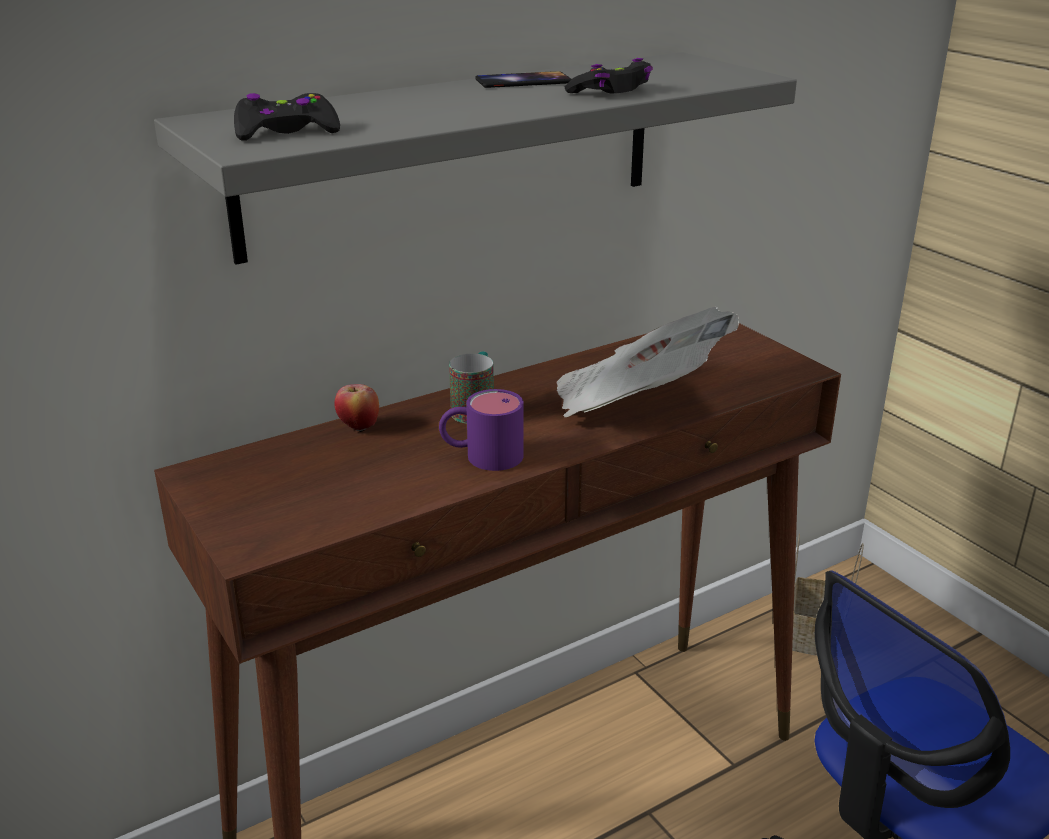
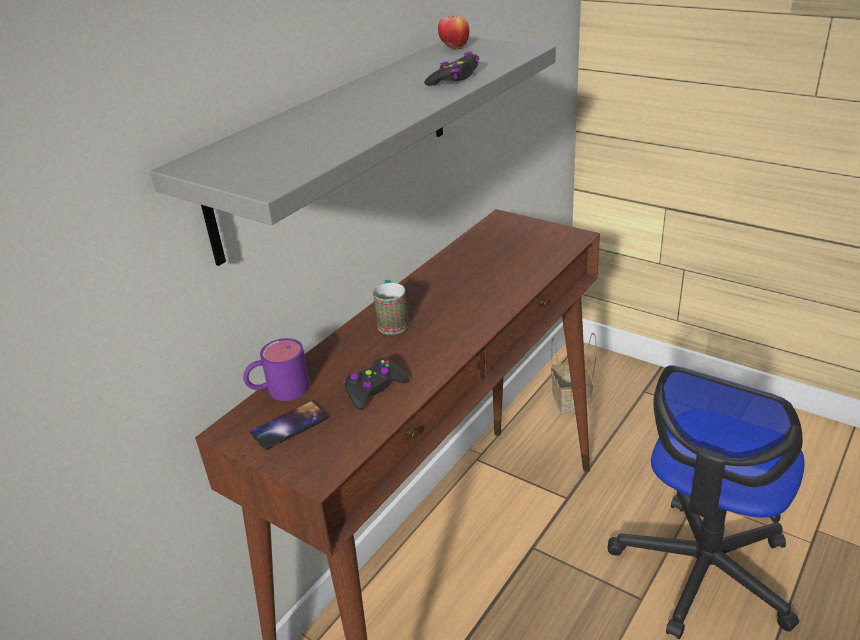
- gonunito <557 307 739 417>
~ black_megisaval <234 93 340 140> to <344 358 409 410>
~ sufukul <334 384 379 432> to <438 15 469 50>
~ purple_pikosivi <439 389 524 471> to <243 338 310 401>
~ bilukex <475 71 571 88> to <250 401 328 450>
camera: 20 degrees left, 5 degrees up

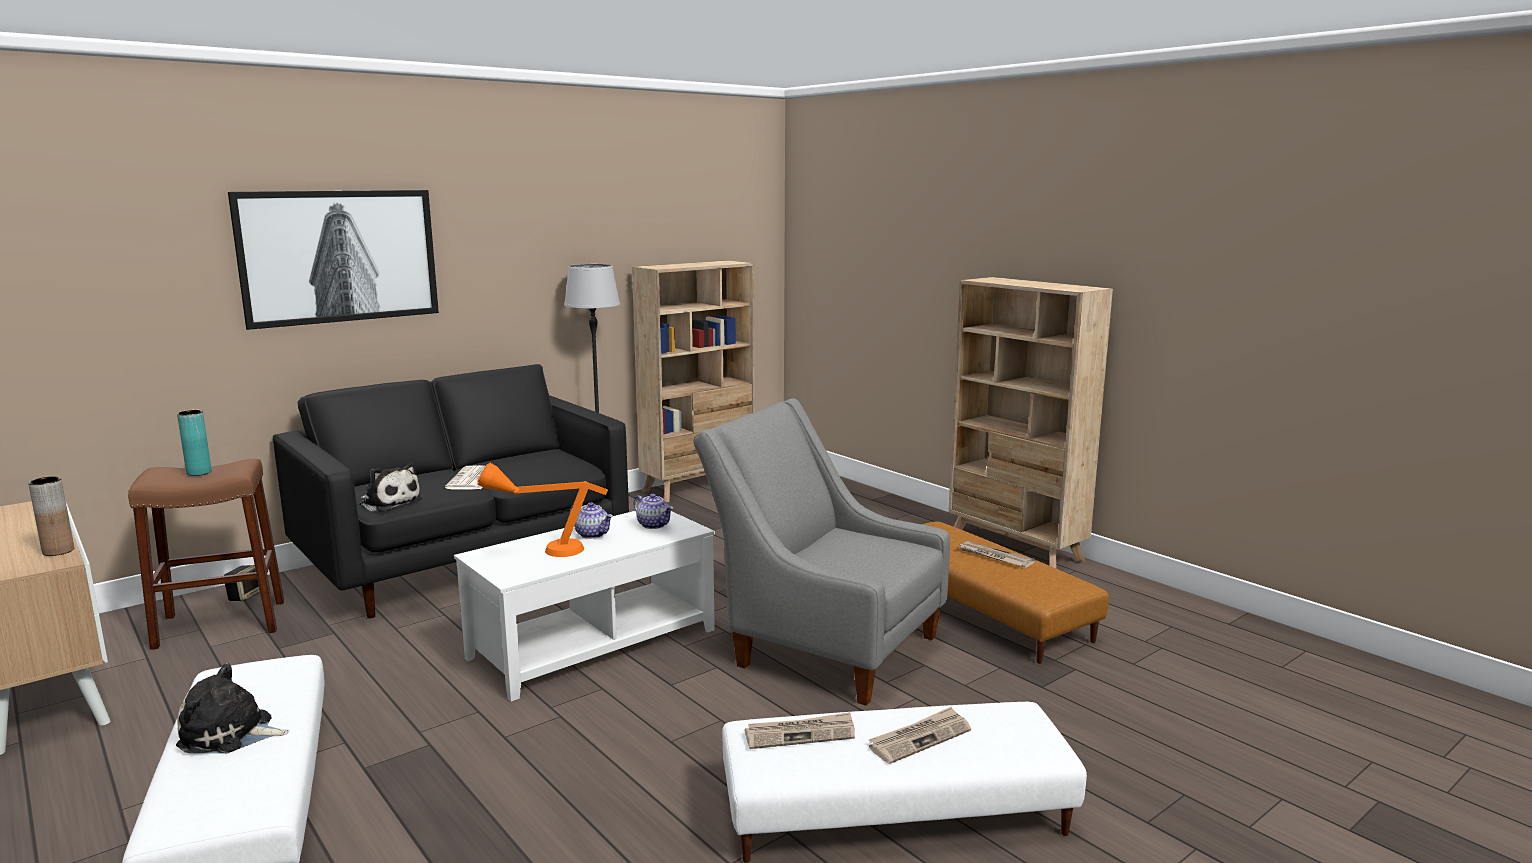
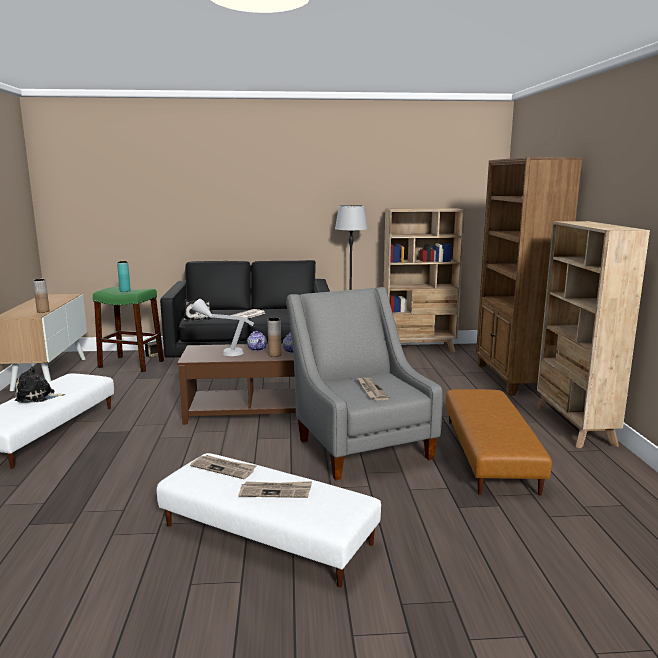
- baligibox <228 190 439 330>
+ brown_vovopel <267 318 282 357>
+ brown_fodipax <476 157 582 395>
~ gonunito <958 541 1035 568> to <357 377 390 400>
~ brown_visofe <128 459 284 650> to green_visofe <93 287 164 372>
~ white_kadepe <454 511 715 701> to brown_kadepe <177 343 296 424>
~ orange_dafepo <477 463 608 557> to grey_dafepo <192 299 254 356>
~ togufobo <176 663 289 754> = <15 366 66 403> 45 degrees counterclockwise
camera: 35 degrees right, 0 degrees up

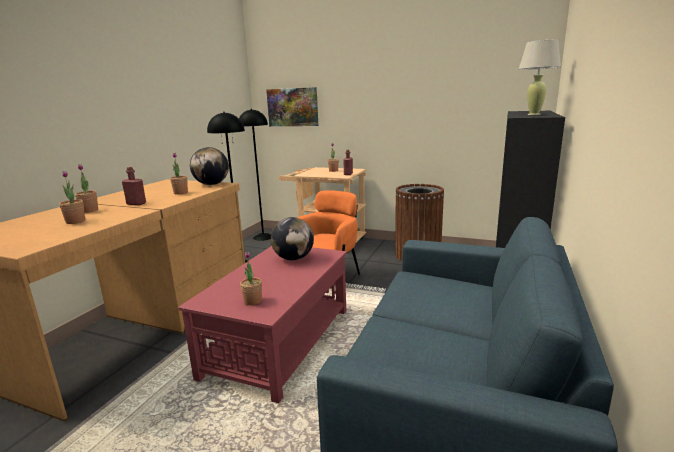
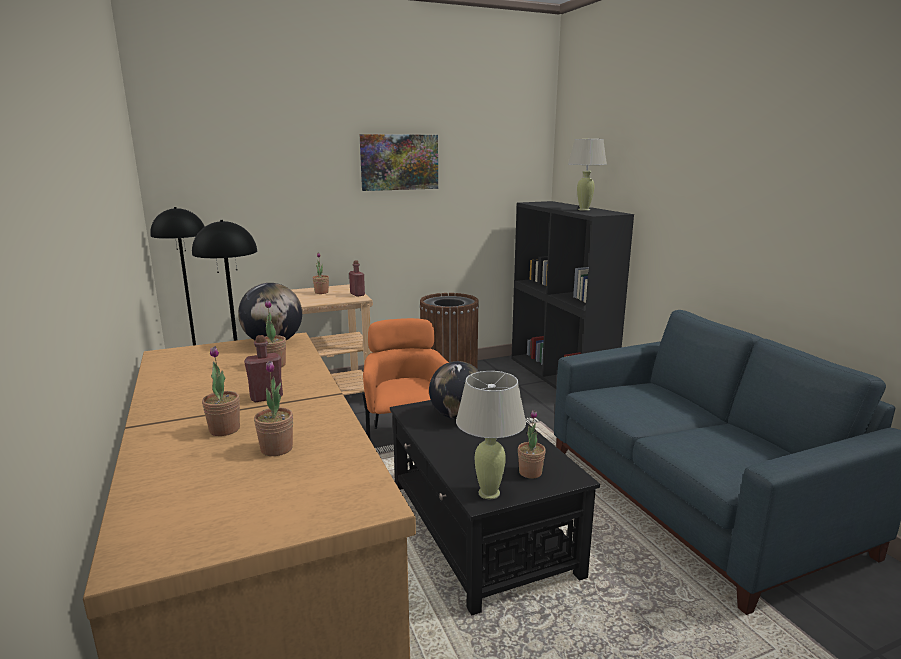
+ beige_dafepo <456 371 526 499>
~ baligibox <266 87 318 126> to <359 134 438 191>
~ red_kadepe <178 246 347 404> to black_kadepe <390 400 600 616>
camera: 45 degrees left, 0 degrees up

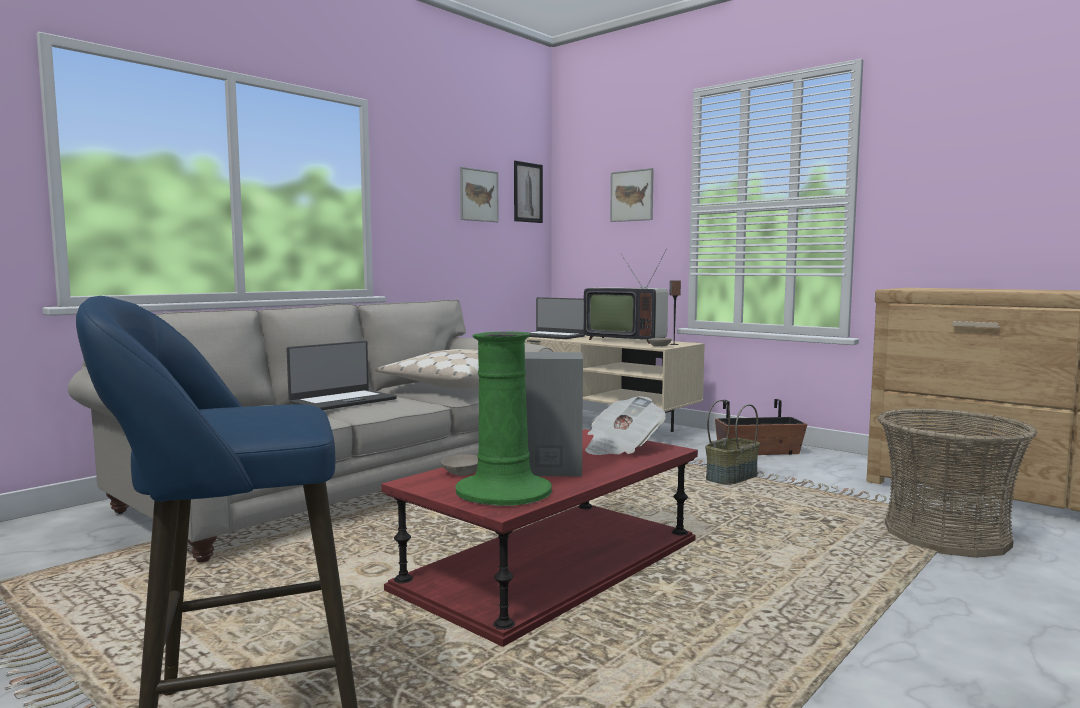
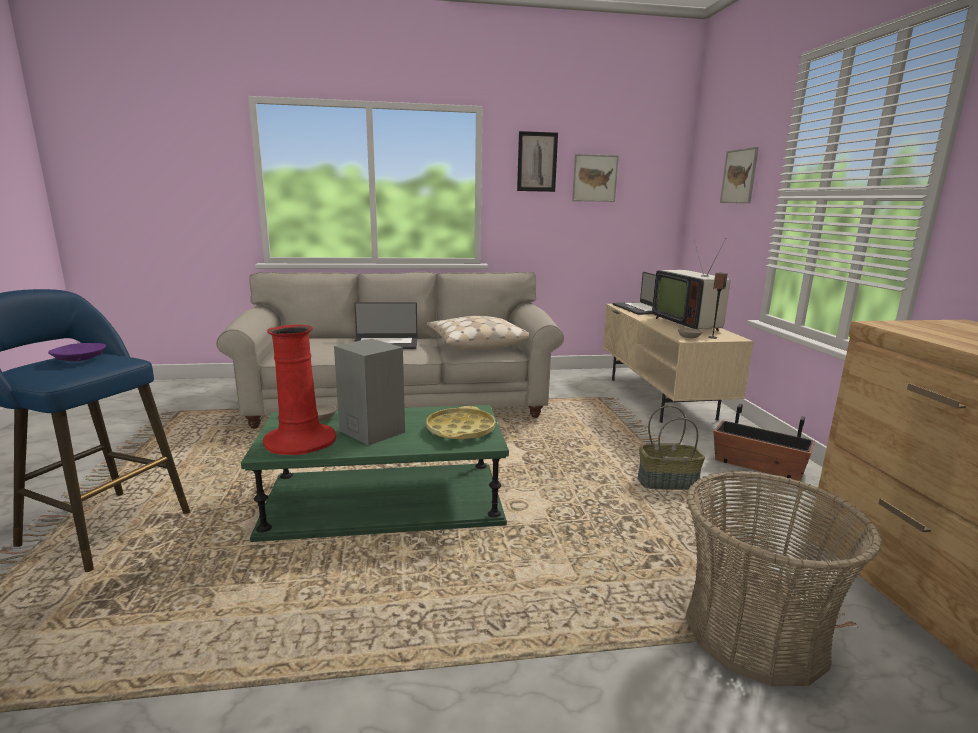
+ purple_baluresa <48 343 106 362>
~ baligibox <514 161 543 223> to <517 131 558 192>
~ gonunito <585 396 666 455> to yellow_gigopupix <426 406 496 440>
~ red_kadepe <381 429 698 647> to green_kadepe <241 405 509 542>
~ green_vovopel <455 331 552 506> to red_vovopel <263 325 337 455>
camera: 40 degrees right, 10 degrees up

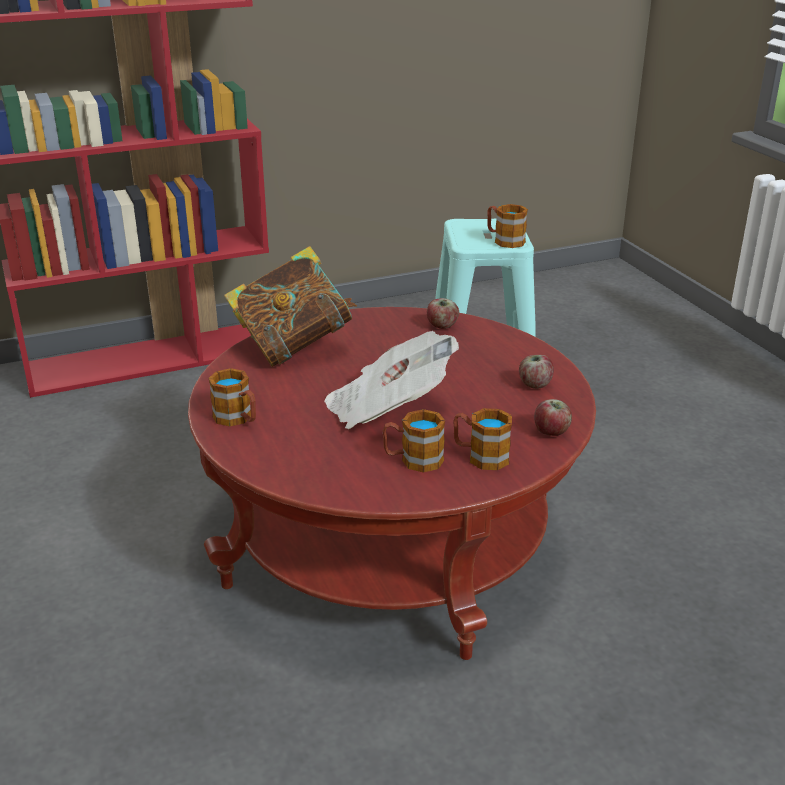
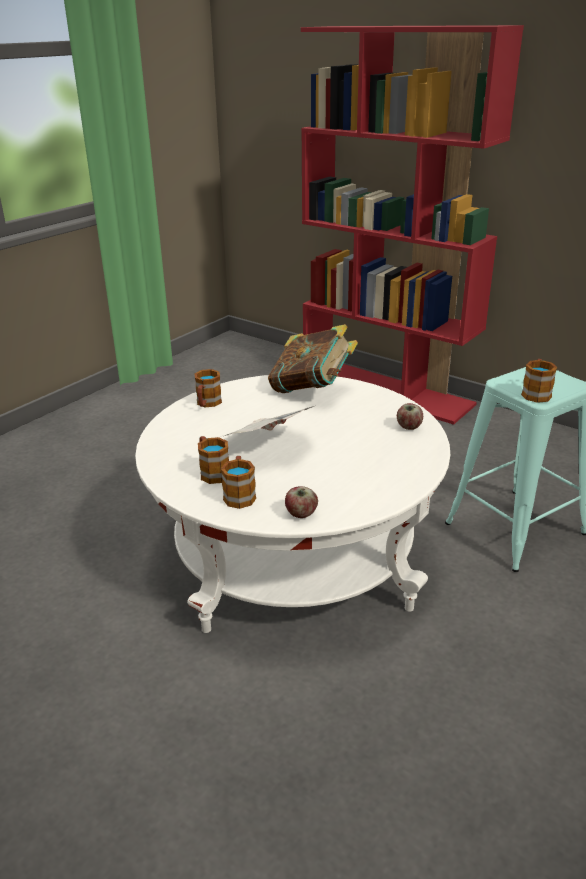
- sufukul <519 355 554 389>
~ red_kadepe <188 307 596 660> to white_kadepe <135 375 450 633>
camera: 60 degrees right, 0 degrees up

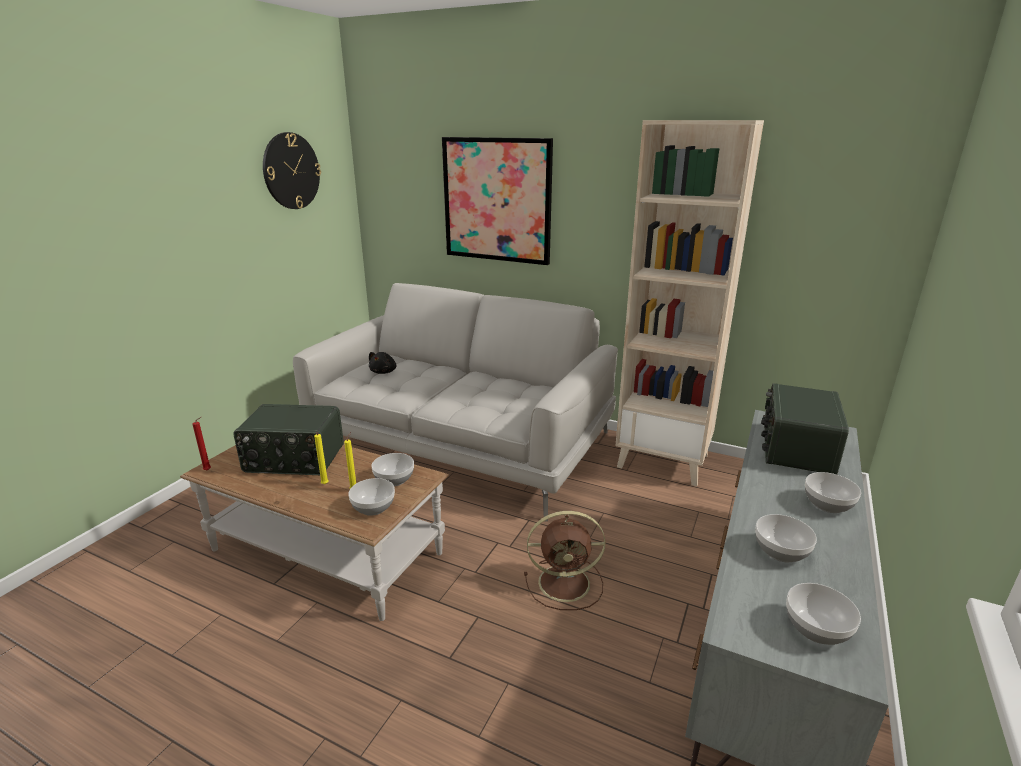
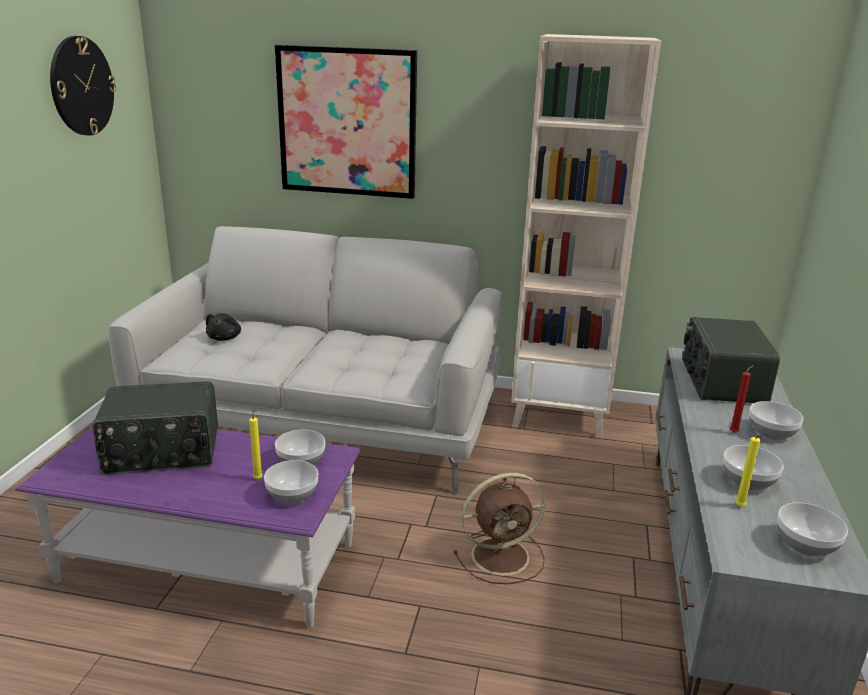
~ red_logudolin <193 417 211 471> to <730 365 754 433>
~ yellow_logudolin <314 433 329 484> to <735 435 764 506>
~ brown_kadepe <180 445 449 621> to purple_kadepe <15 427 361 628>
camera: 15 degrees left, 0 degrees up

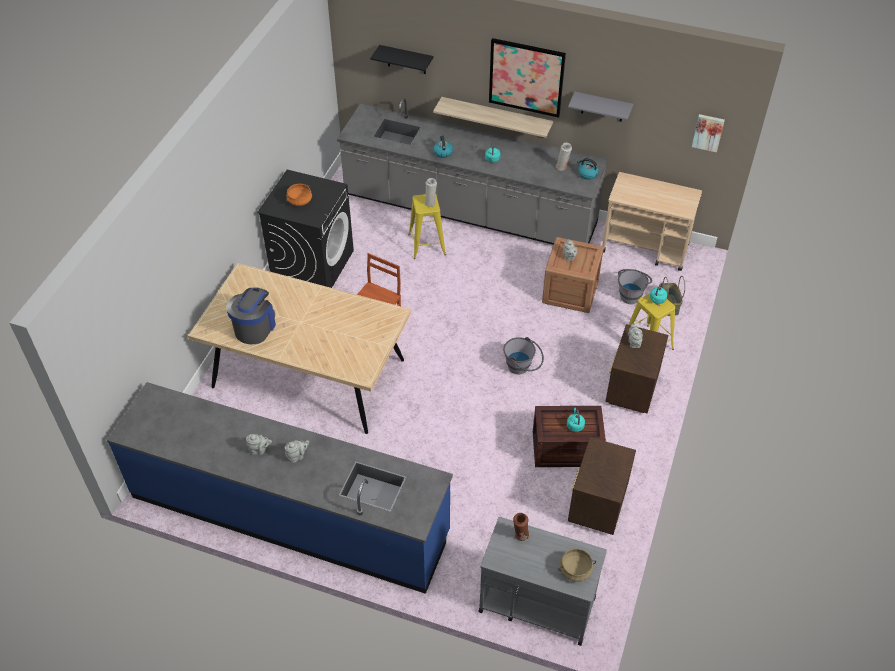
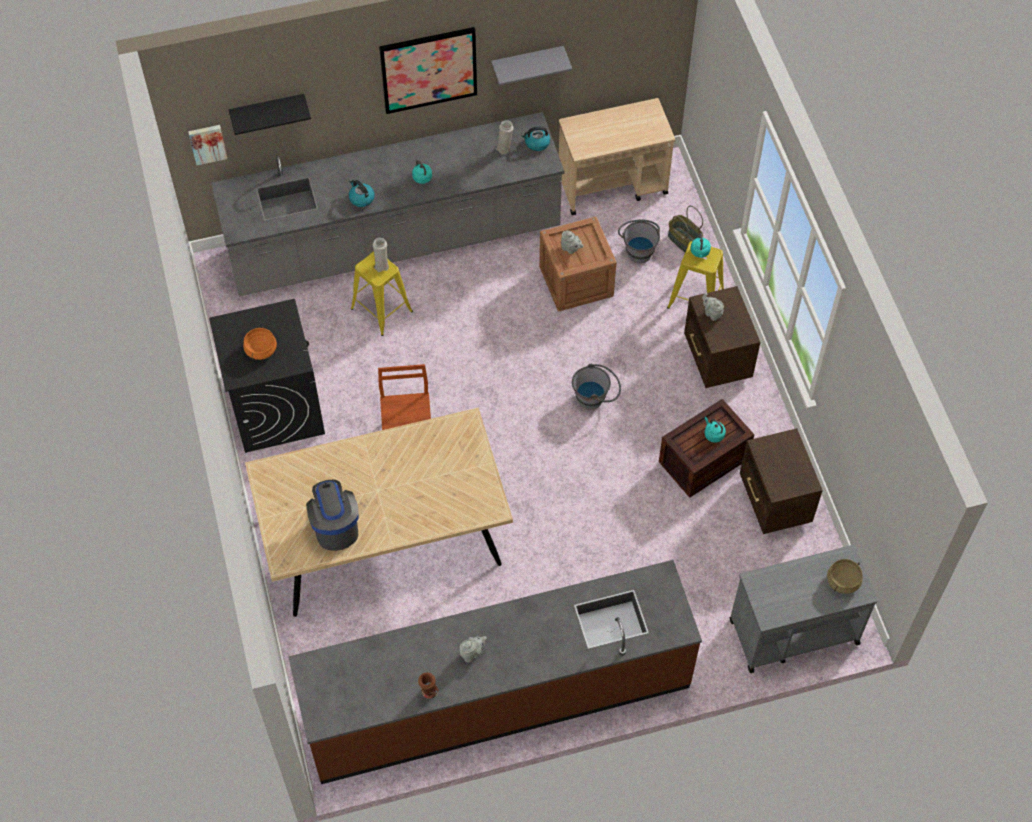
- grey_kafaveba <285 440 309 463>
- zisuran <433 97 553 138>
~ brown_vovopel <513 513 529 541> to <418 673 439 699>
~ baligibox <692 114 725 152> to <188 125 227 165>
~ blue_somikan <107 382 453 594> to brown_somikan <288 560 702 784>
camera: 35 degrees left, 10 degrees up

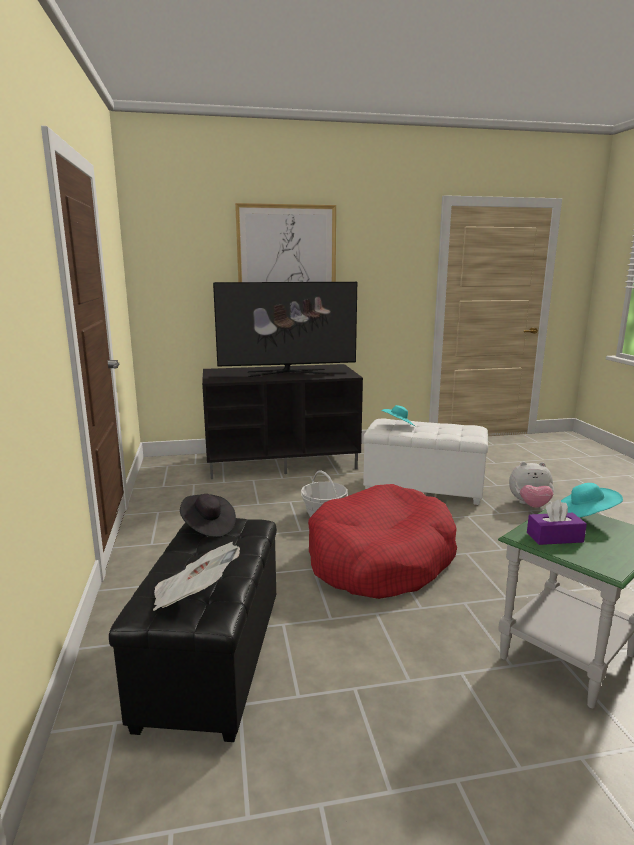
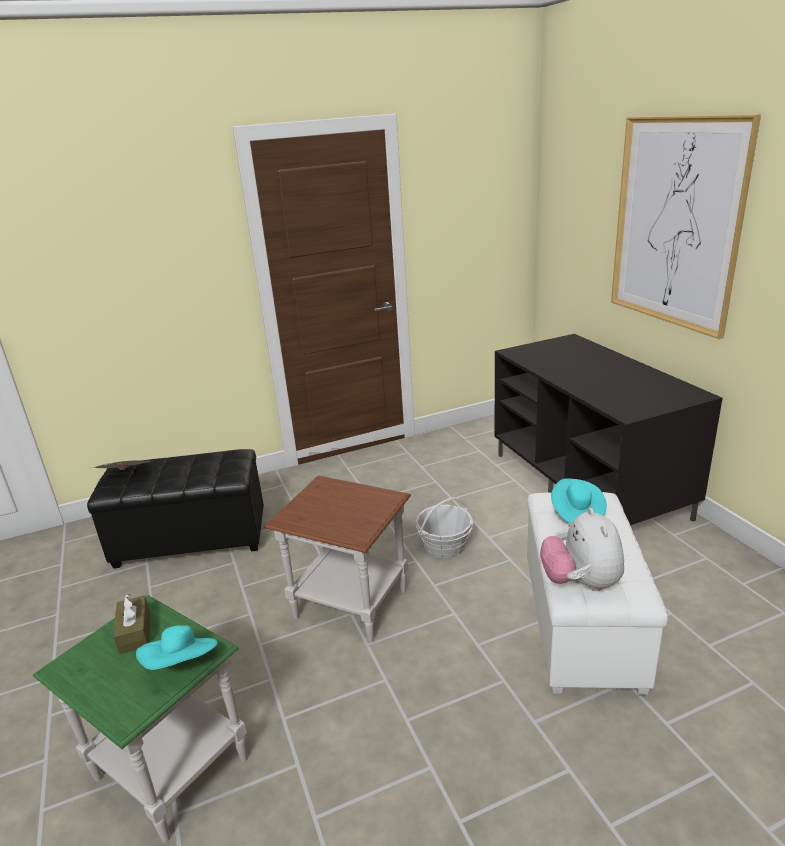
- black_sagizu <180 494 236 537>
- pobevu <213 282 357 377>
~ togufobo <509 462 554 508> to <540 508 624 591>
~ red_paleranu <308 484 457 599> to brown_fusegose <264 476 411 642>
~ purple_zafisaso <527 499 587 545> to brown_zafisaso <113 594 150 654>
camera: 80 degrees right, 10 degrees up

